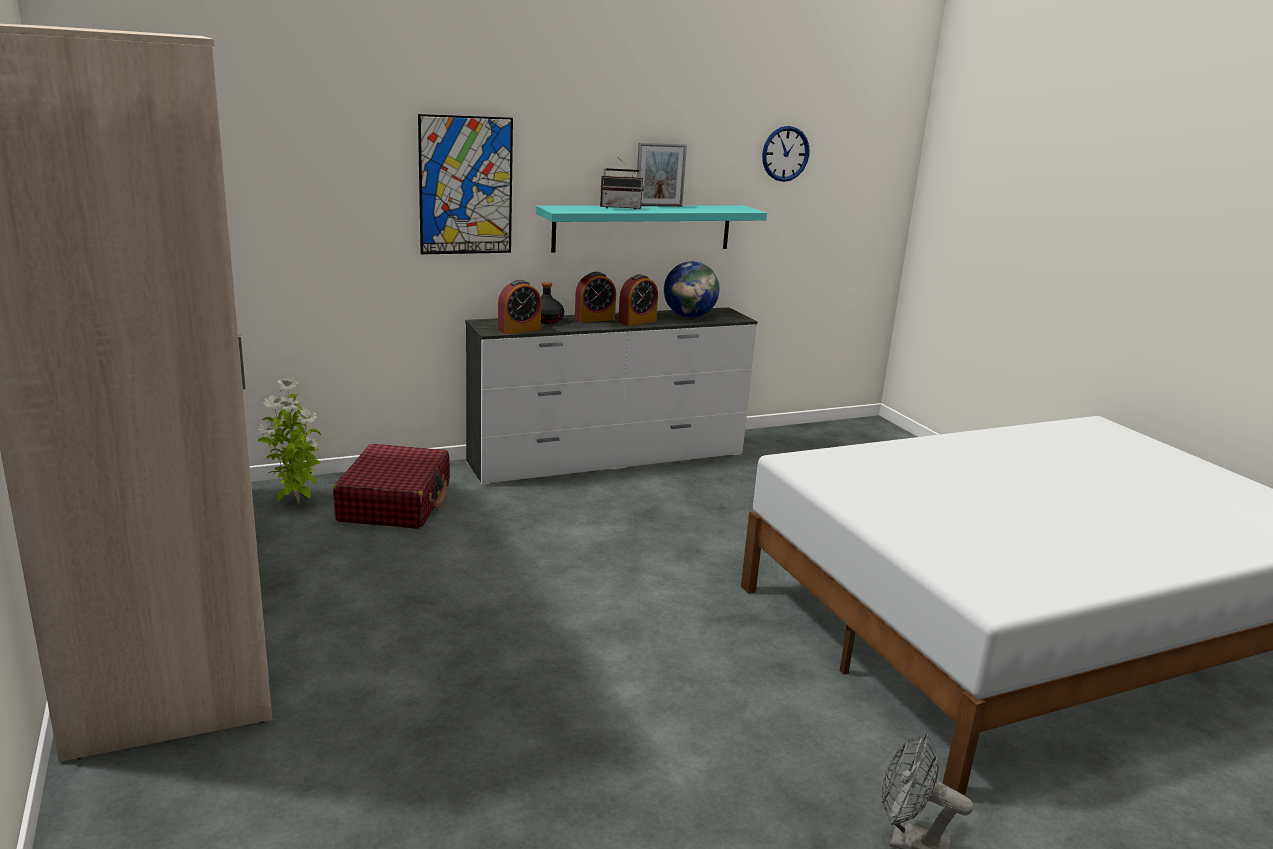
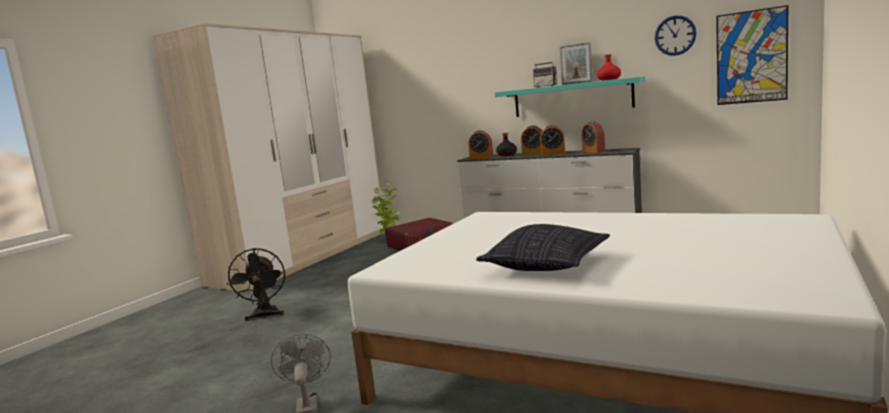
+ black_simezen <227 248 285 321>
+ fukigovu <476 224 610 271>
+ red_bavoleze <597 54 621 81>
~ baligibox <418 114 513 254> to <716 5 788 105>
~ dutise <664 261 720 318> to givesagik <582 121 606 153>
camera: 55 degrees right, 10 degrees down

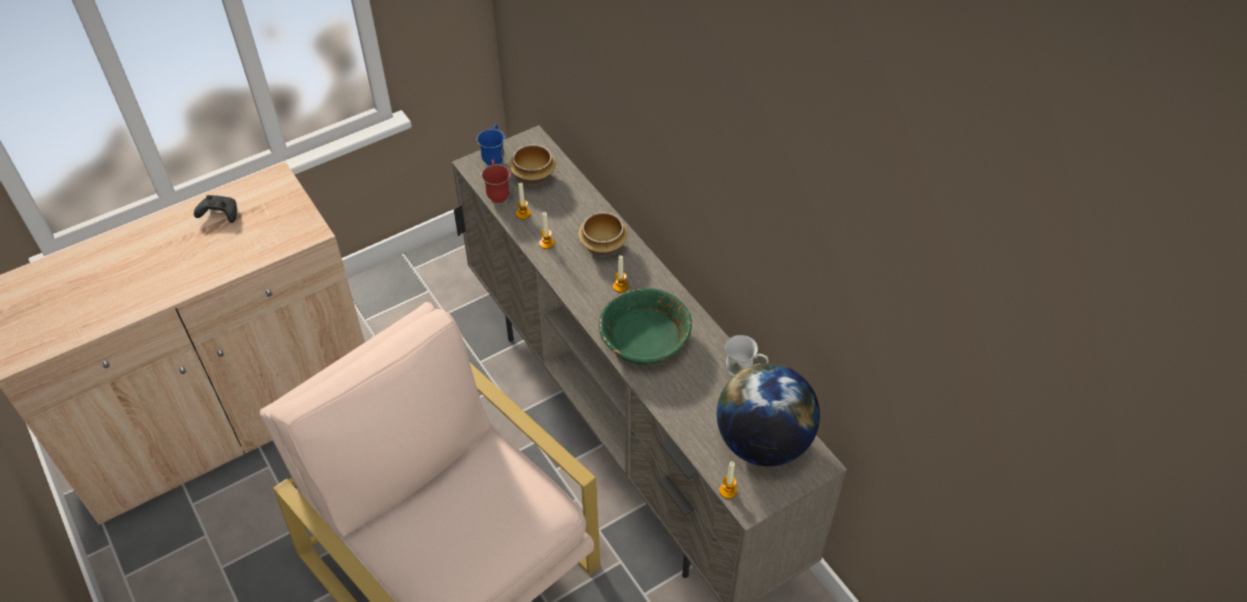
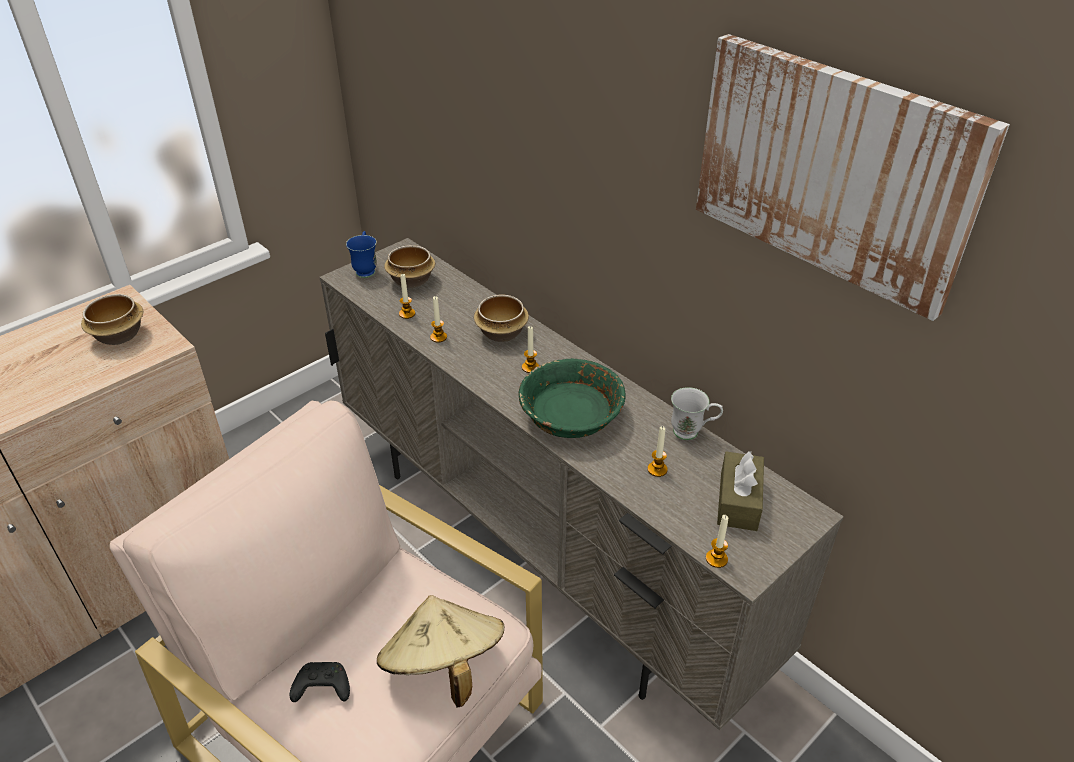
- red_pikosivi <482 159 511 205>
+ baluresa <81 294 143 345>
+ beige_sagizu <377 595 505 707>
+ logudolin <647 426 668 477>
+ baligibox <696 34 1010 321>
~ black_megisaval <194 195 237 223> to <290 662 350 702>
~ dutise <717 363 820 466> to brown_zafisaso <717 451 764 531>
camera: 10 degrees left, 10 degrees down

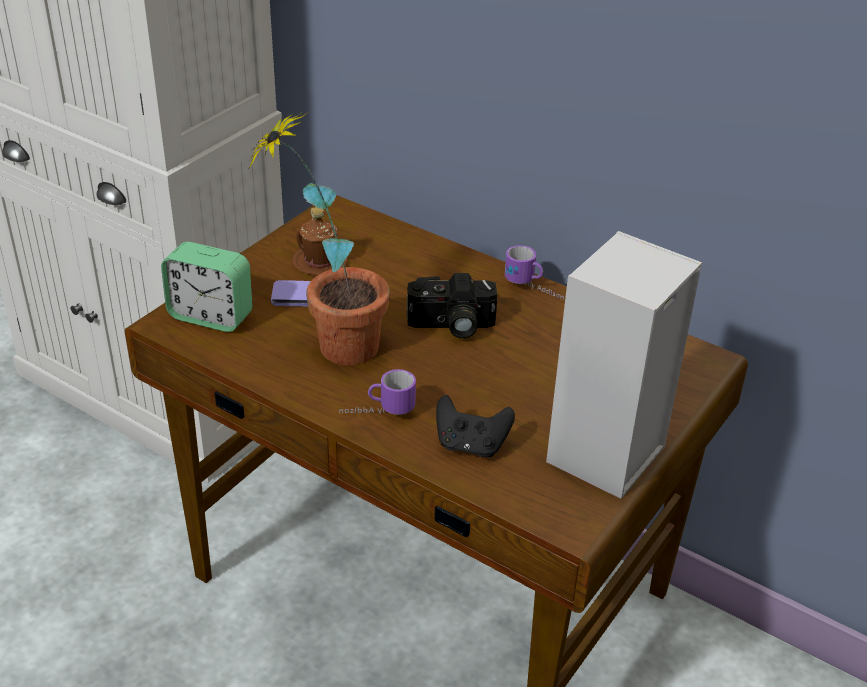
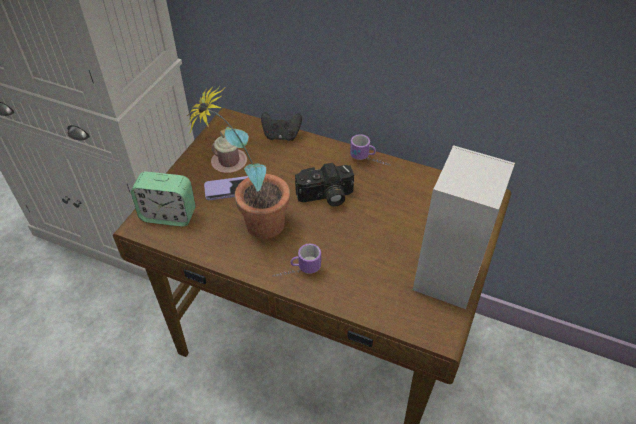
~ black_megisaval <436 395 515 457> to <261 112 302 141>
~ brown_pikosivi <292 207 348 275> to pink_pikosivi <211 129 247 173>
camera: 10 degrees left, 10 degrees up

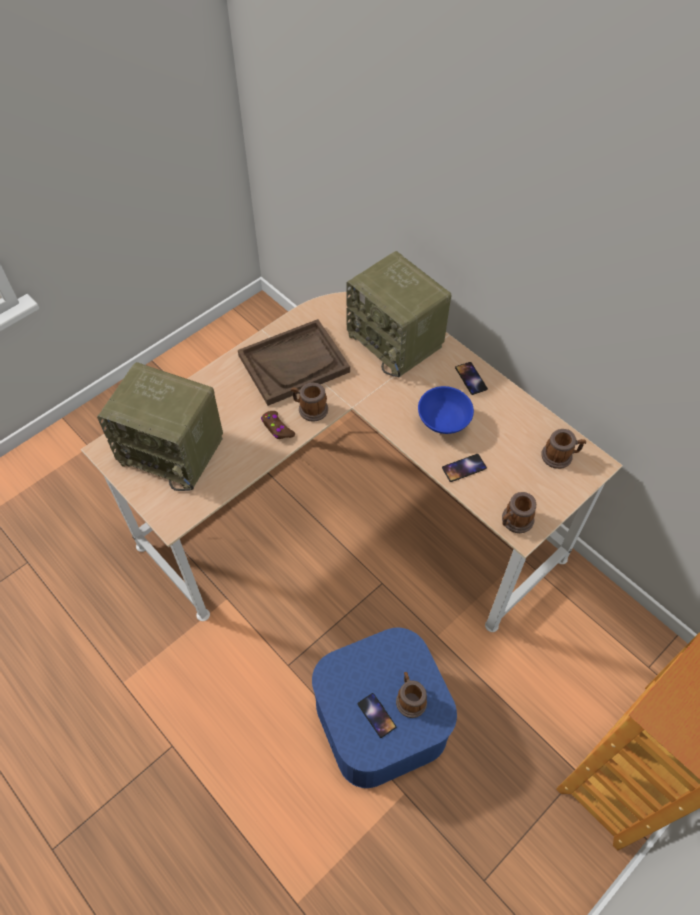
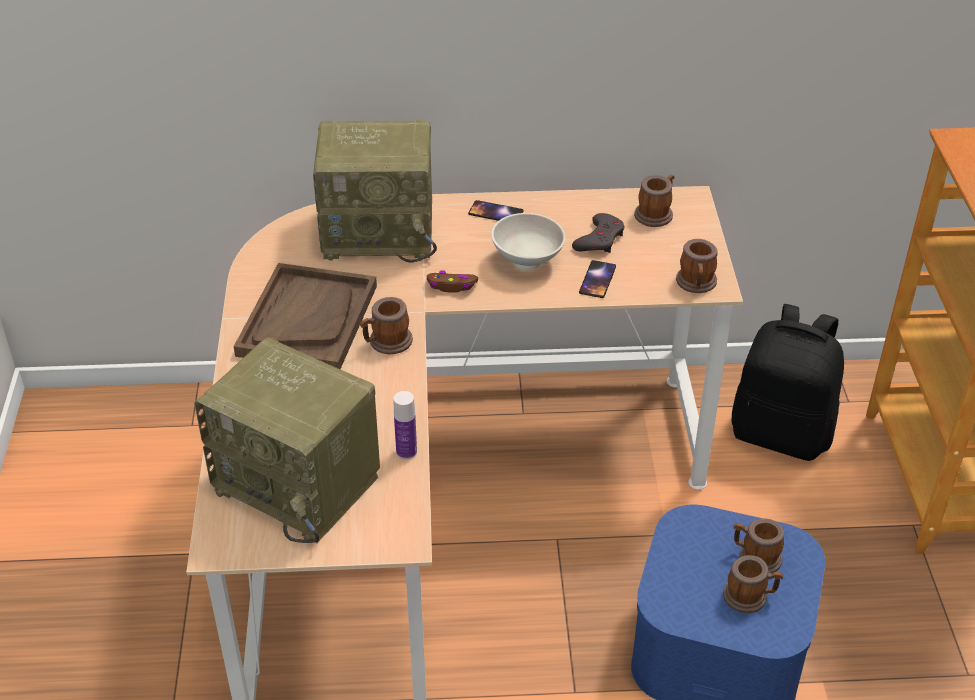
+ bavoleze <393 391 417 460>
+ grey_megisaval <572 213 624 253>
+ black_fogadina <731 304 844 461>
~ brown_megisaval <261 411 295 439> to <427 270 478 293>
~ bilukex <358 693 396 738> to pikosivi <723 555 783 613>
~ blue_baluresa <418 386 474 434> to white_baluresa <491 213 566 271>
~ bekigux <97 362 223 491> = <194 337 380 543> 60 degrees clockwise
camera: 50 degrees left, 15 degrees down

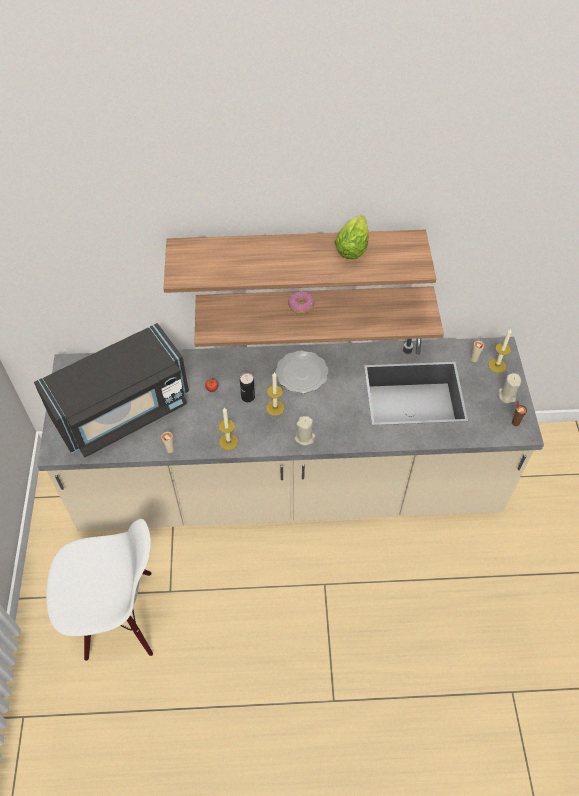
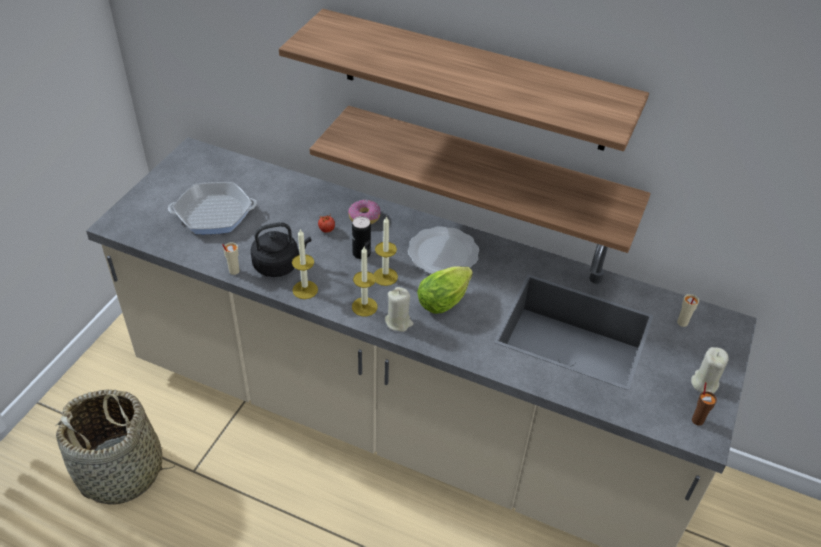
+ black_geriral <251 222 311 277>
~ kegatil <288 291 315 314> to <348 200 381 224>
~ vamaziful <334 215 369 259> to <417 266 473 314>
~ logudolin <488 329 512 373> to <352 247 377 316>
~ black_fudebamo <34 323 189 457> to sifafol <168 182 257 234>
~ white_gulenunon <46 519 153 661> to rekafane <55 389 175 505>
camera: 25 degrees right, 10 degrees down

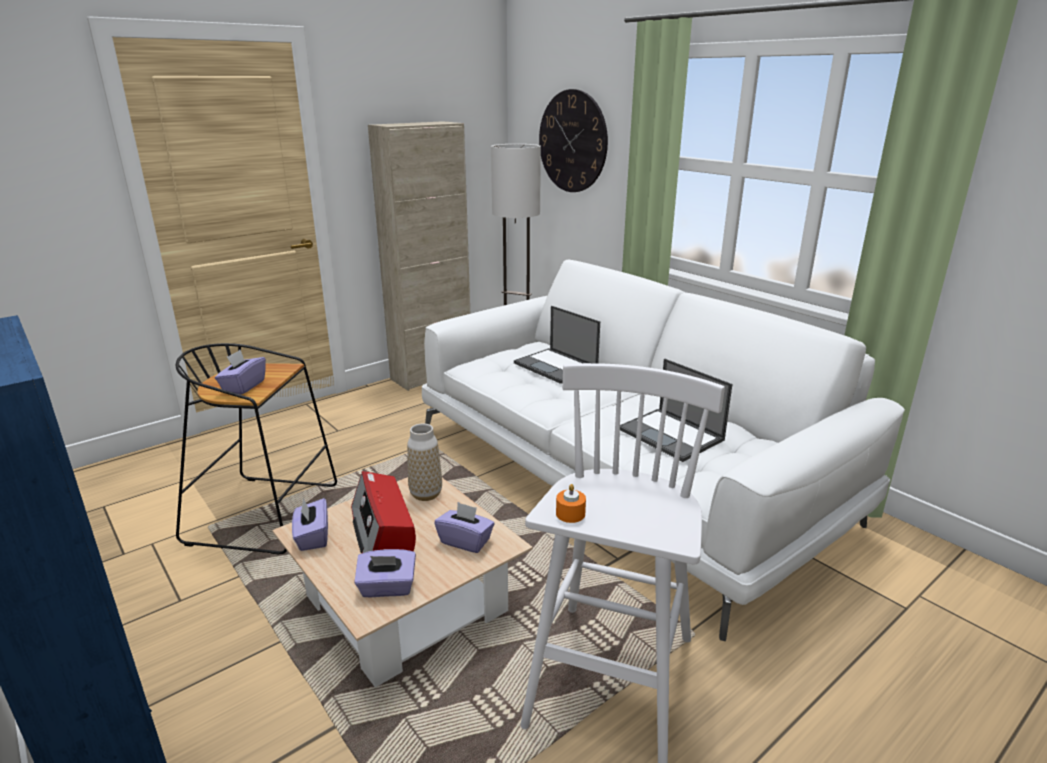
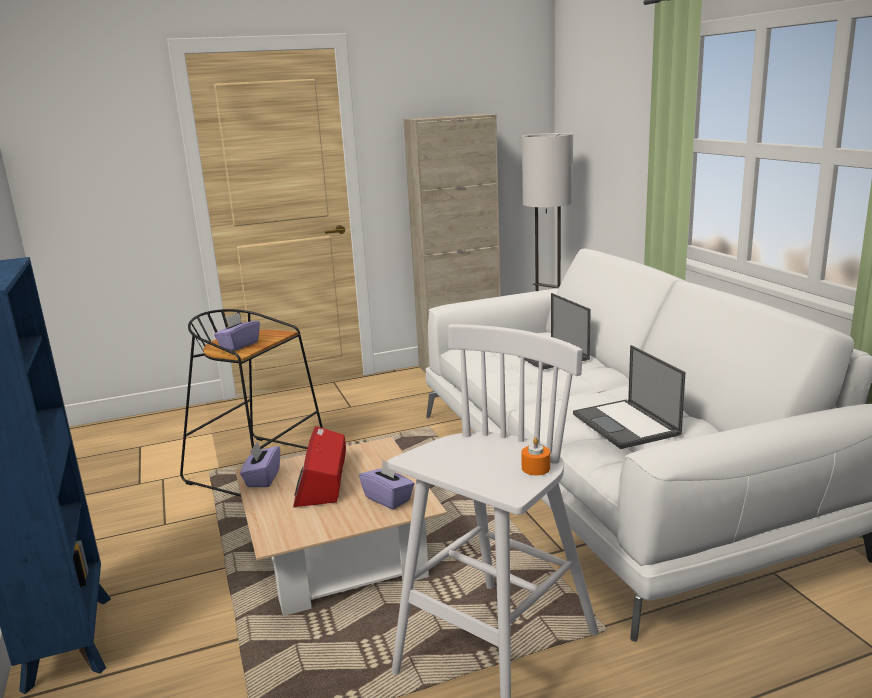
- purple_zafisaso <354 549 416 597>
- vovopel <407 423 442 501>
- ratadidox <539 89 608 192>
~ orange_logudolin <556 484 586 523> to <521 437 550 475>
camera: 20 degrees right, 5 degrees down

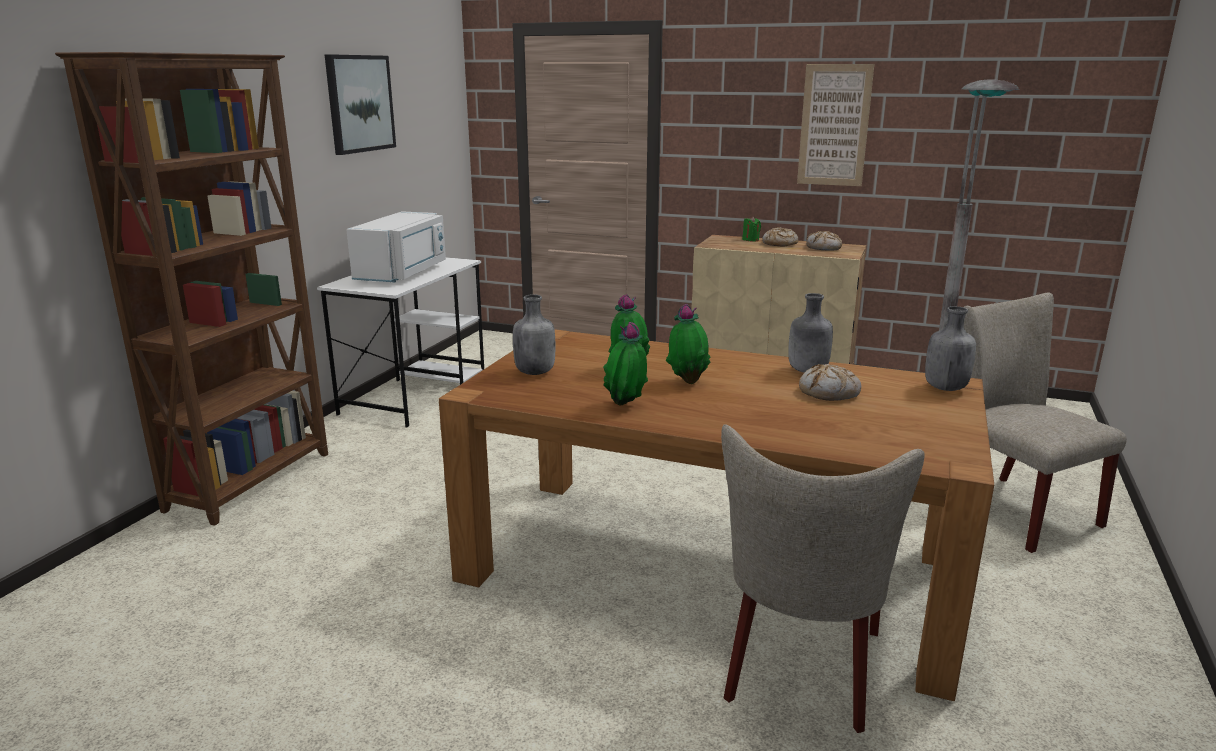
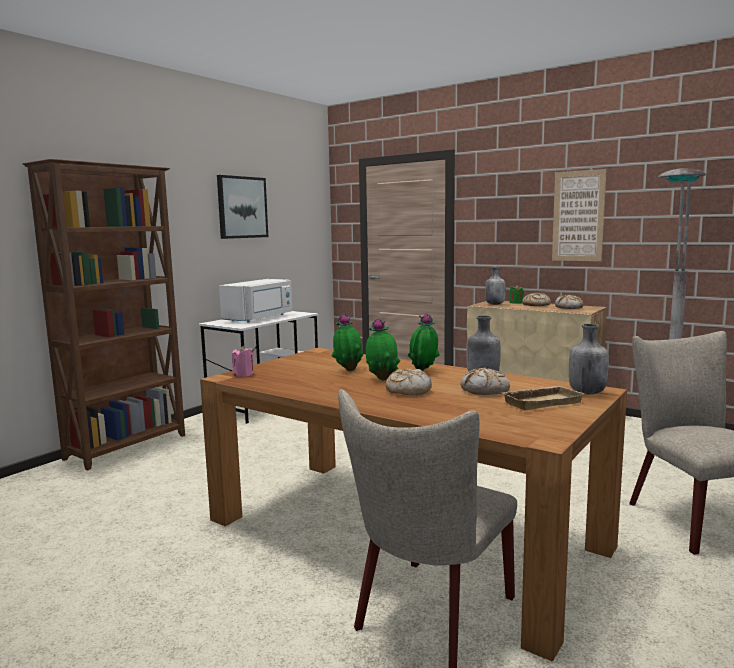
+ pink_logudolin <232 346 254 377>
+ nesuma <386 369 432 395>
+ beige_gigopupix <501 386 584 410>
~ grey_bavoleze <513 294 555 375> to <485 267 506 305>
~ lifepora <603 322 648 405> to <408 313 440 371>
camera: 15 degrees right, 10 degrees down

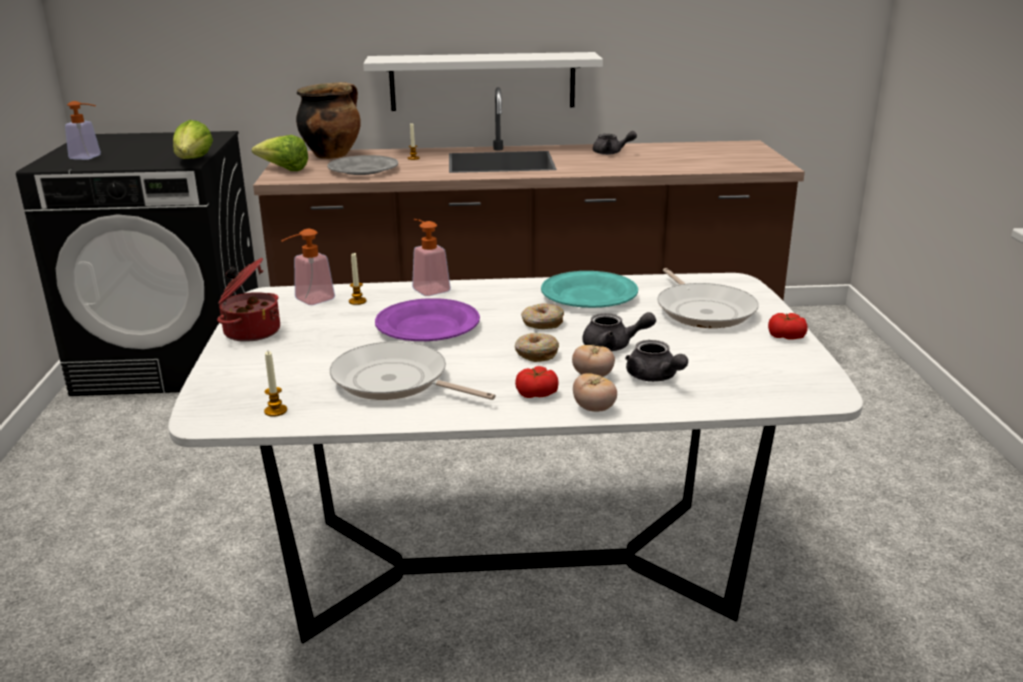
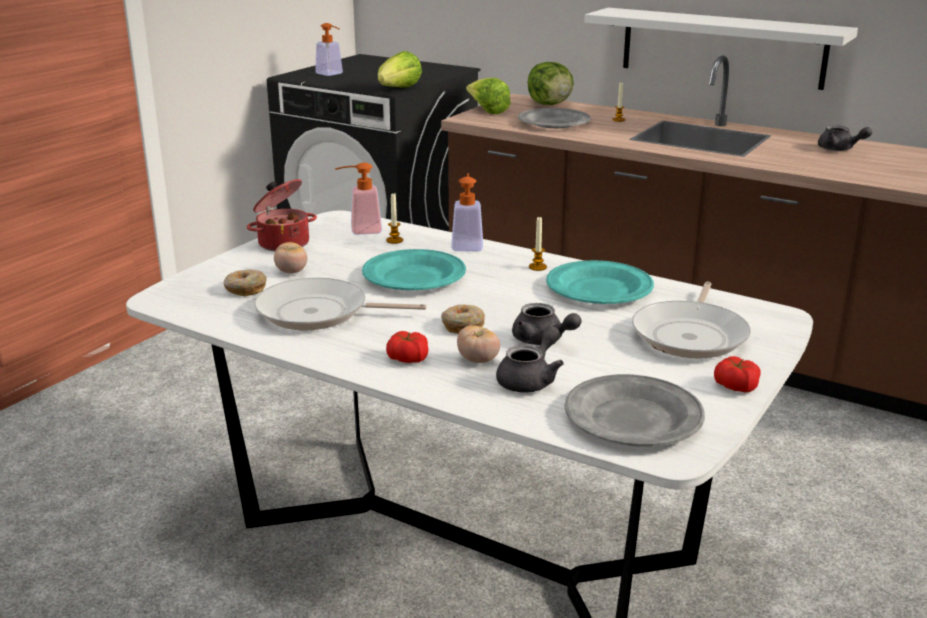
+ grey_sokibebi <564 374 705 447>
~ logudolin <264 351 287 417> to <529 216 547 271>
~ kegatil <521 303 564 329> to <224 270 267 296>
~ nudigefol <573 373 617 412> to <274 242 307 274>
~ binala <296 82 361 159> to vamaziful <528 62 574 105>
~ purple_sokibebi <375 298 480 341> to turquoise_sokibebi <362 249 466 290>
~ sifafol <330 341 496 400> = <254 278 426 330> 60 degrees counterclockwise
~ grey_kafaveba <625 340 688 382> = <496 326 564 393> 150 degrees counterclockwise
camera: 35 degrees right, 0 degrees up

